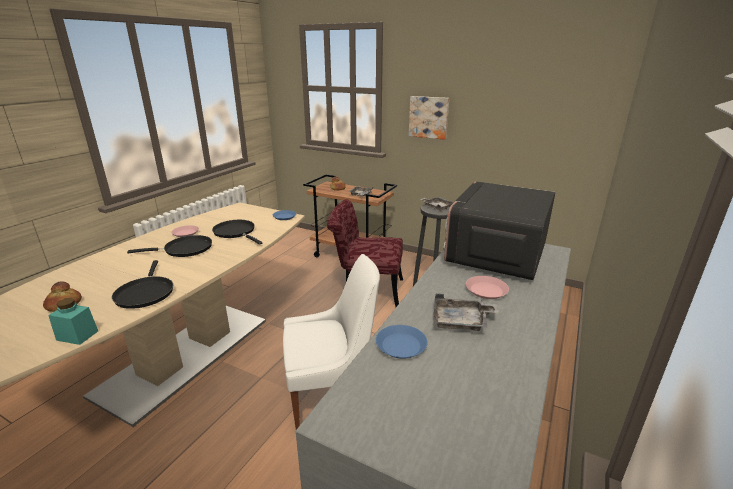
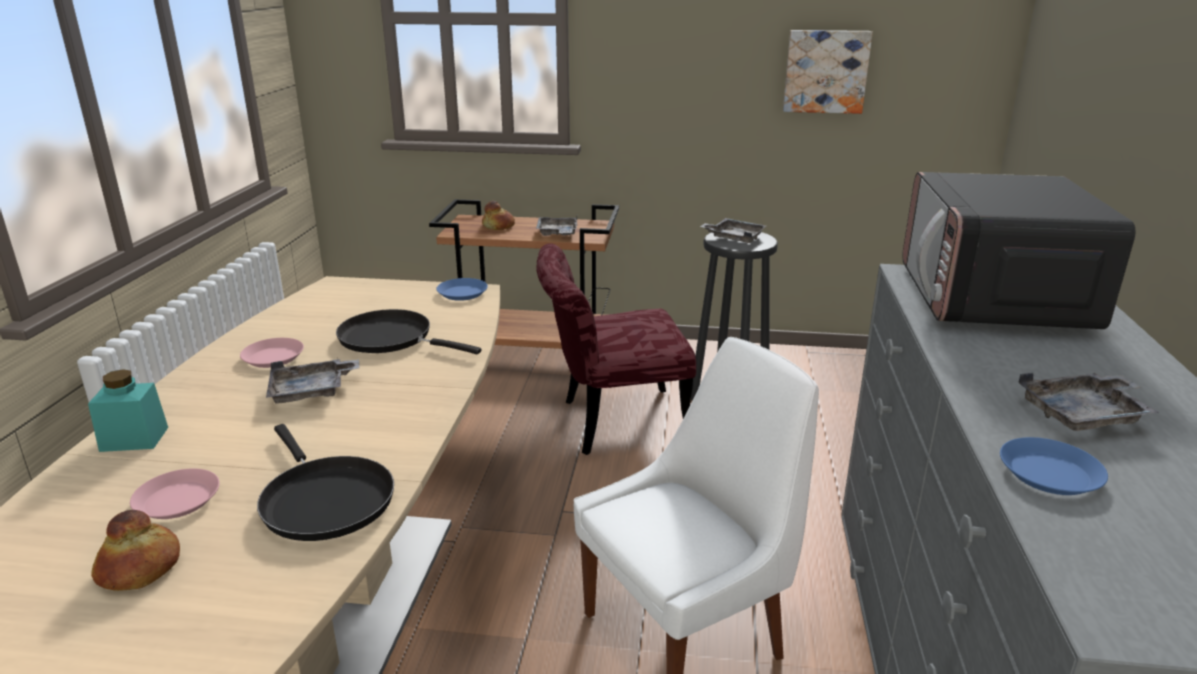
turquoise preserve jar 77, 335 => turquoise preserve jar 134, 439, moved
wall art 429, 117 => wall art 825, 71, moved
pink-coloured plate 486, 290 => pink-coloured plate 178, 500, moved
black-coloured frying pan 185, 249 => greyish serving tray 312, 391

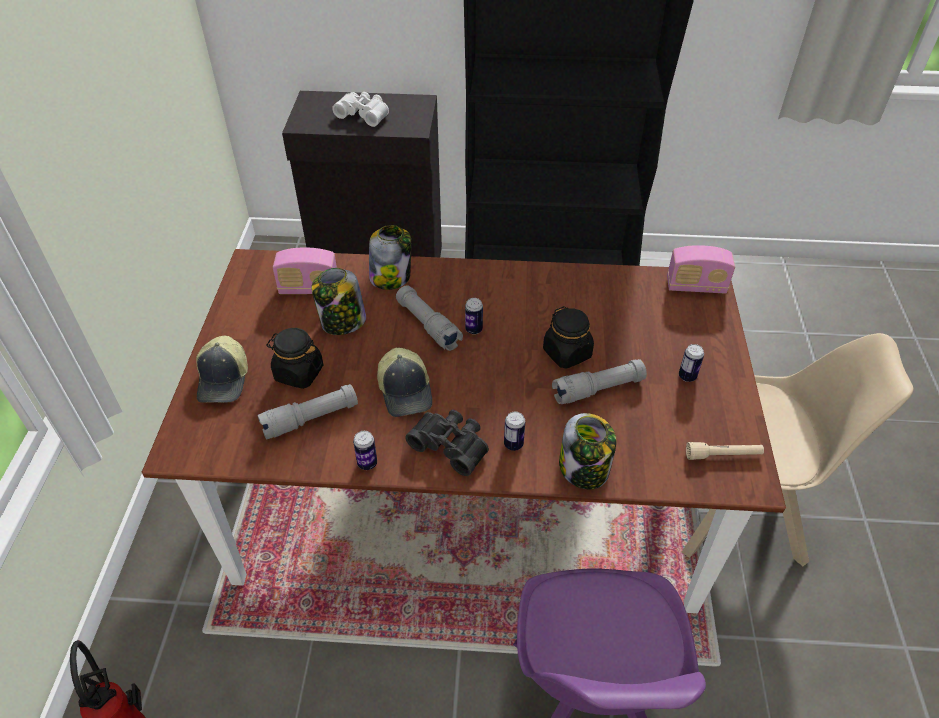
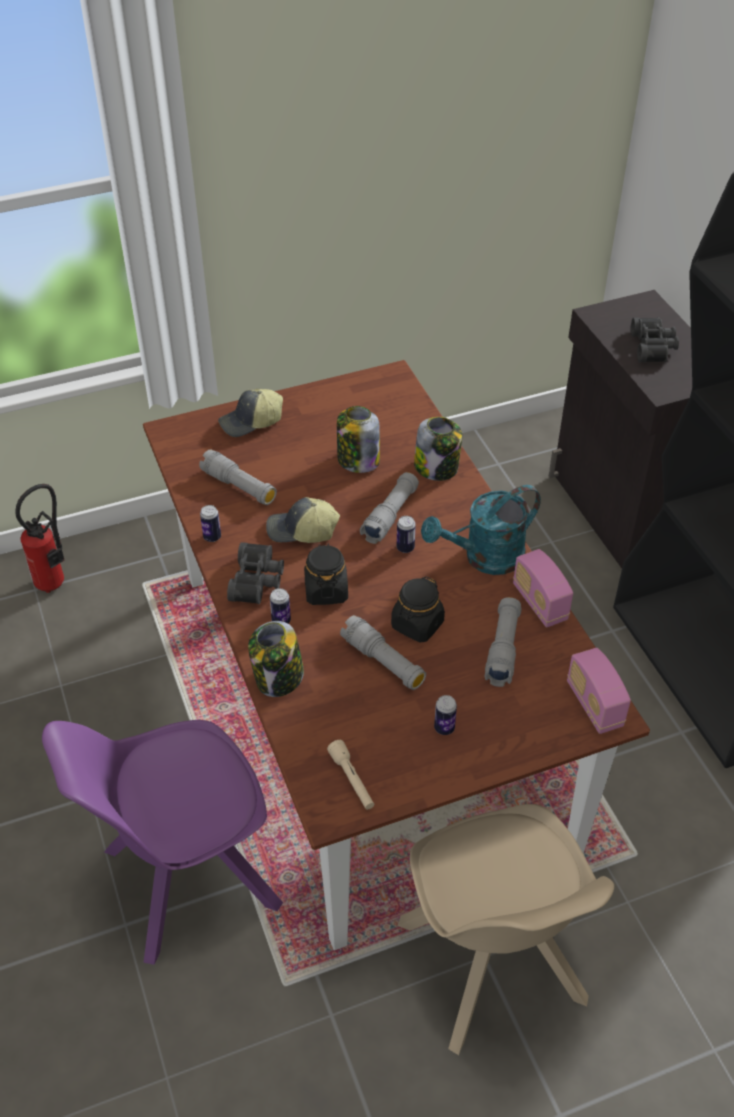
nothing => turquoise sprinkling can 484, 558
nothing => greyish torch 503, 649
black-coloured preserve jar 298, 373 => black-coloured preserve jar 326, 590, moved
radio receiver 309, 288 => radio receiver 539, 603, moved
whitish binoculars 364, 114 => black-coloured binoculars 654, 347
baseball cap 406, 391 => baseball cap 301, 531, 45 degrees clockwise

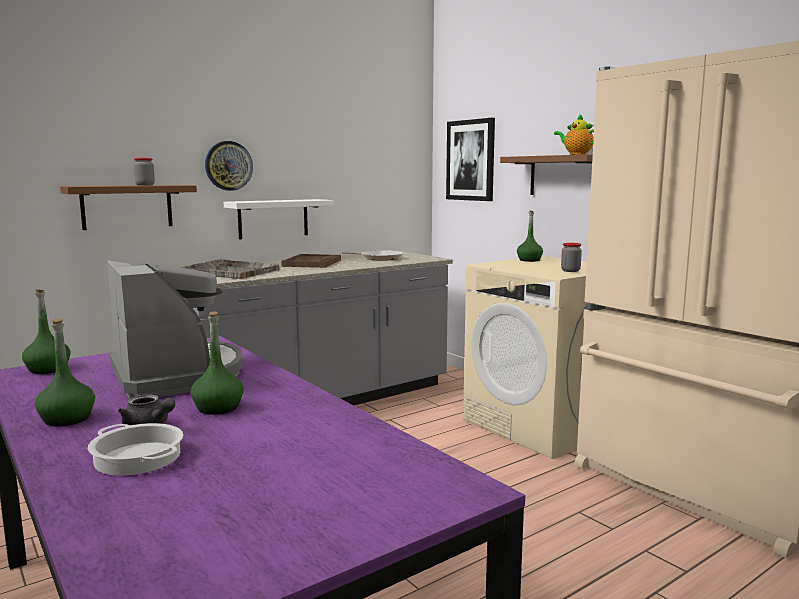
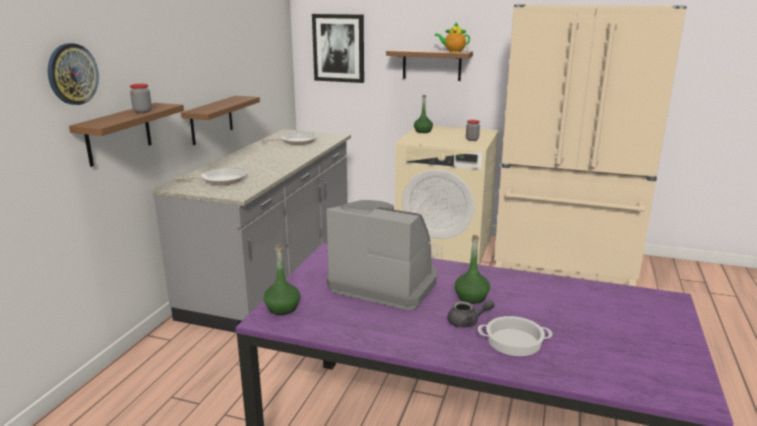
green-coloured drink bottle 67, 419 => nothing
brown-coloured serving tray 312, 263 => nothing
clock on the wall 228, 166 => clock on the wall 72, 74, moved
greyish serving tray 228, 271 => frying pan 220, 180
whitish wall shelf 273, 218 => brown-coloured wall shelf 211, 120

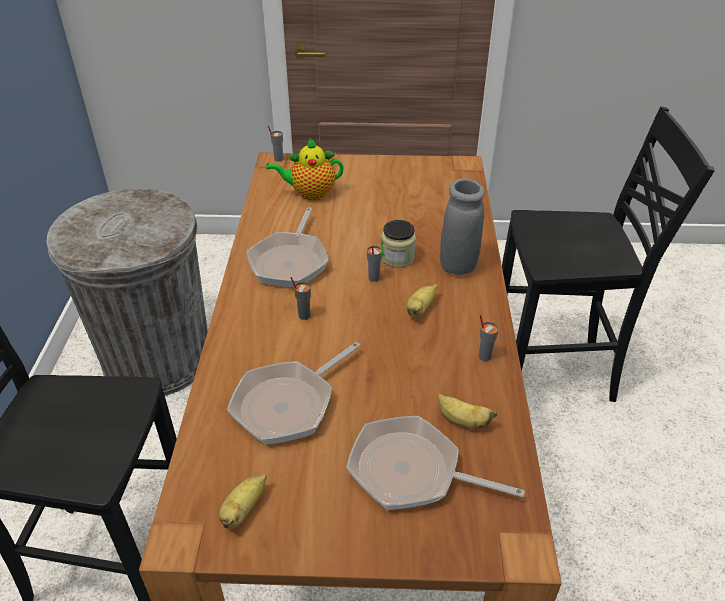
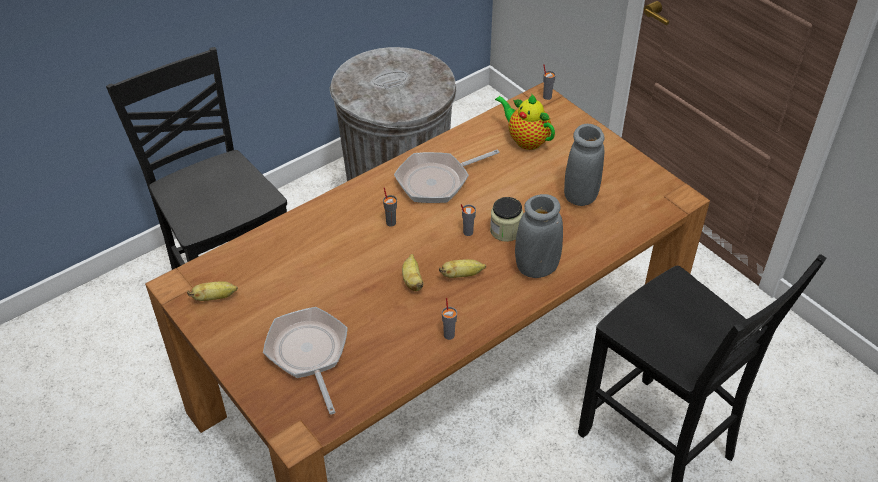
frying pan 289, 404 => nothing
nothing => greyish vase 581, 196
whole banana 462, 421 => whole banana 412, 281, moved

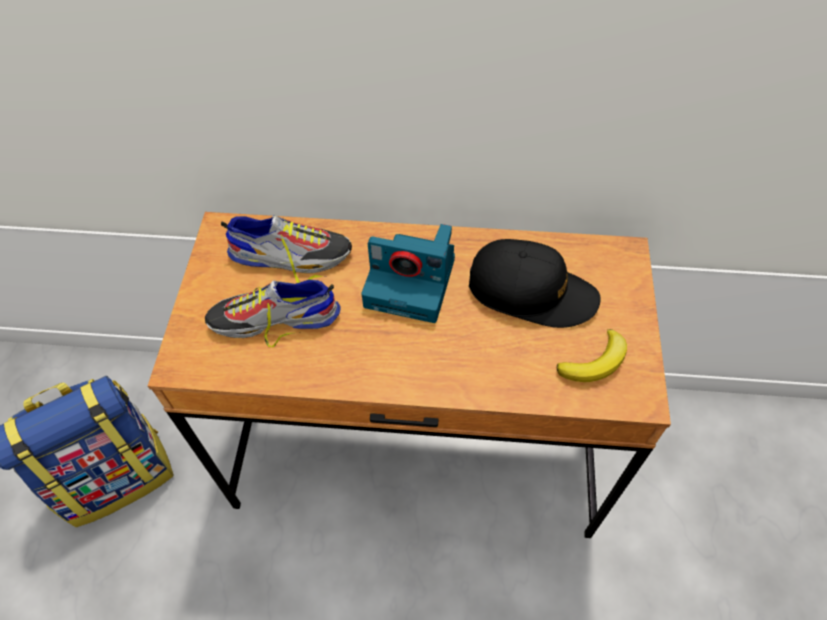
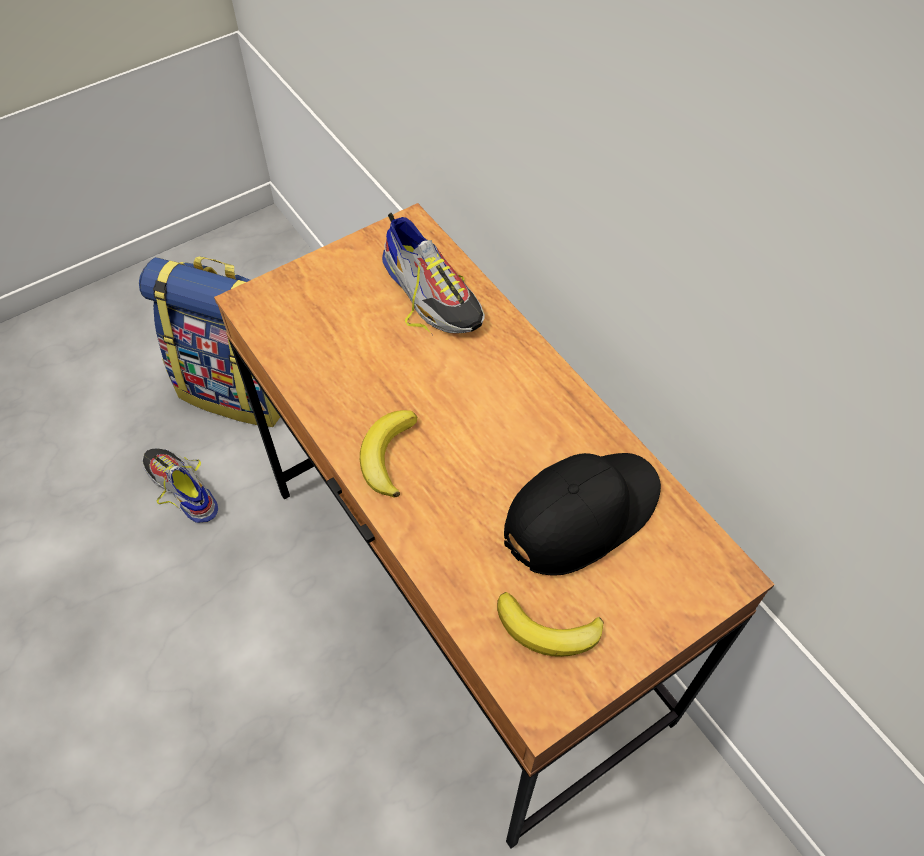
still camera 412, 282 => nothing
nothing => whole banana 387, 455
shoe 274, 318 => shoe 181, 487, moved
black-coloured baseball cap 531, 291 => black-coloured baseball cap 581, 514, 105 degrees counterclockwise

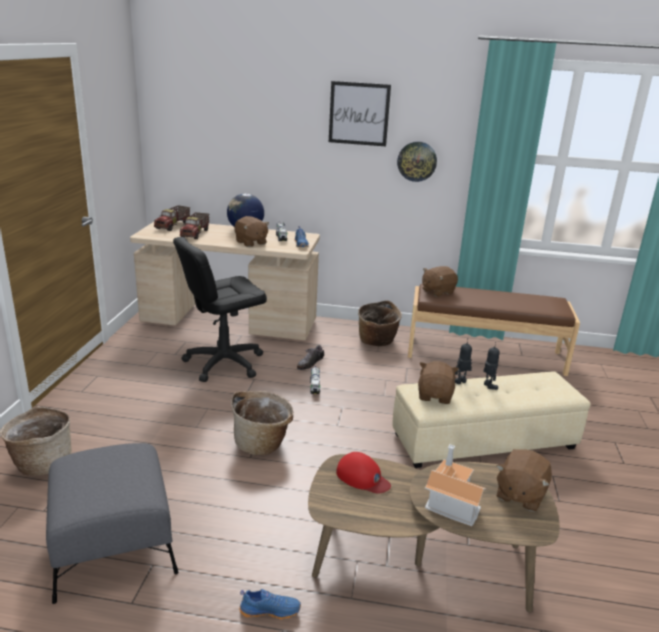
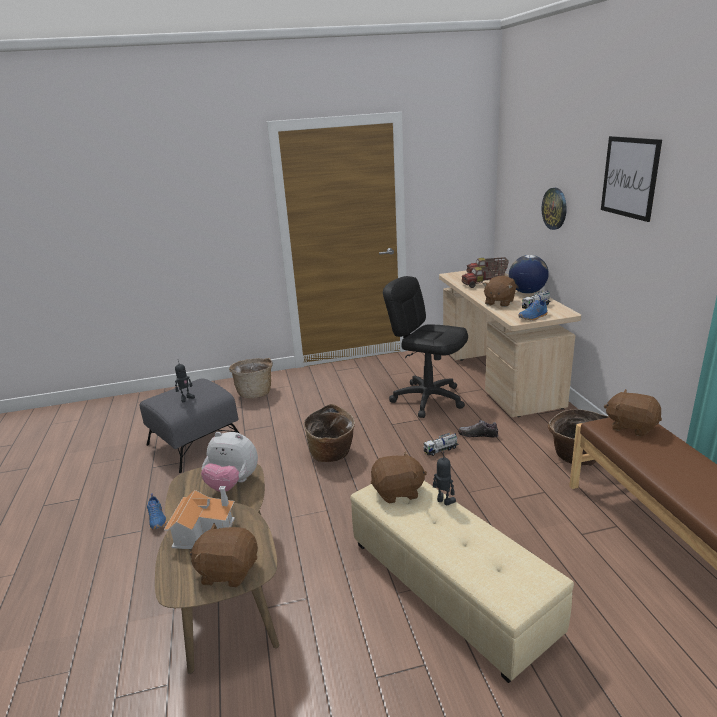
clock on the wall 417, 161 => clock on the wall 555, 208, moved
model robot 488, 386 => model robot 186, 398, moved
reddish baseball cap 362, 477 => cuddly toy 232, 484

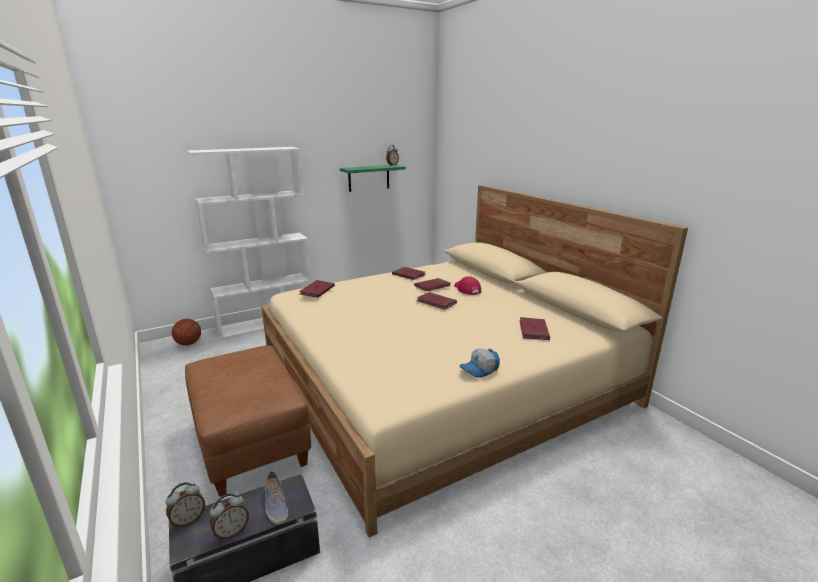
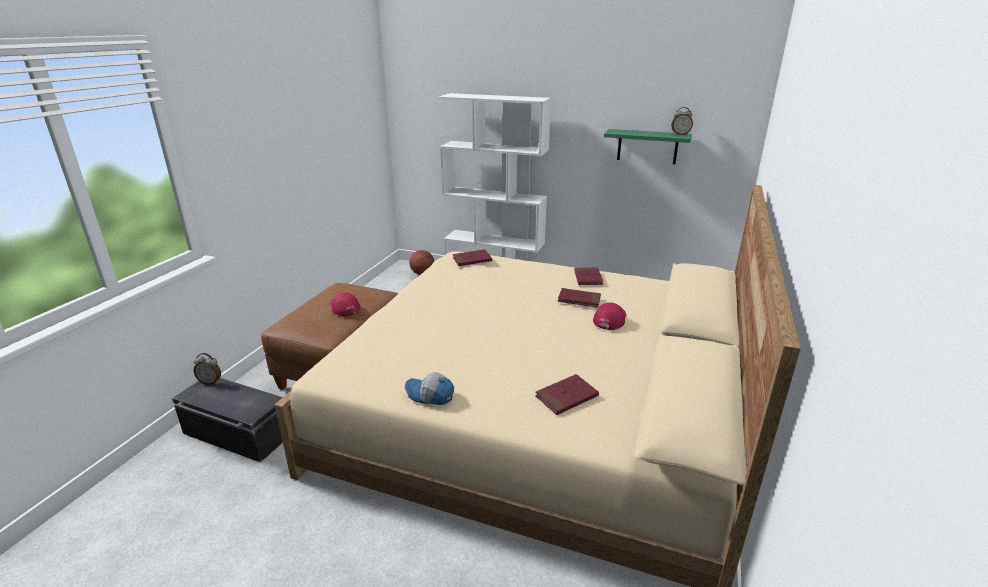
table clock 231, 532 => nothing
shoe 275, 504 => nothing
reddish volume 436, 302 => nothing
nothing => reddish baseball cap 344, 307

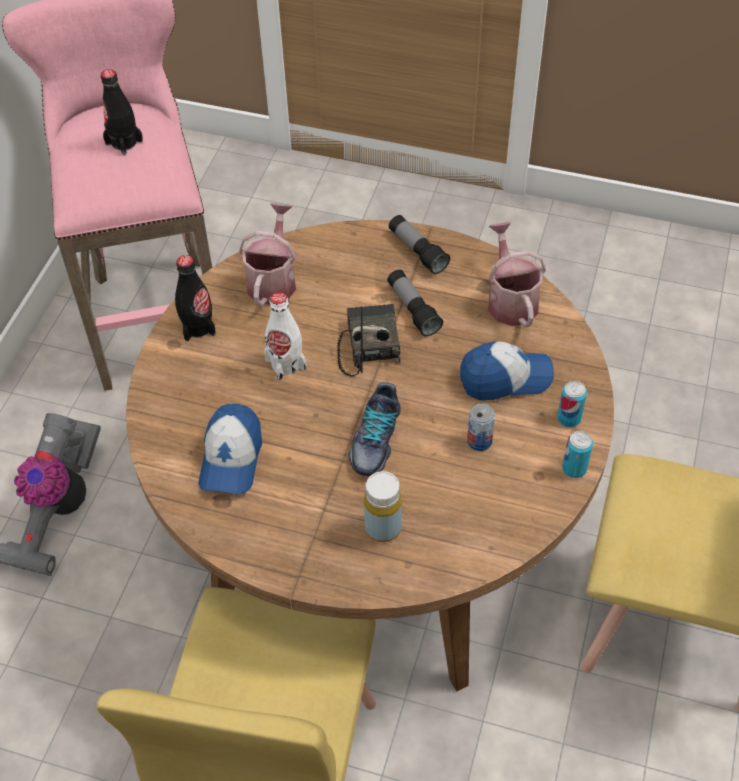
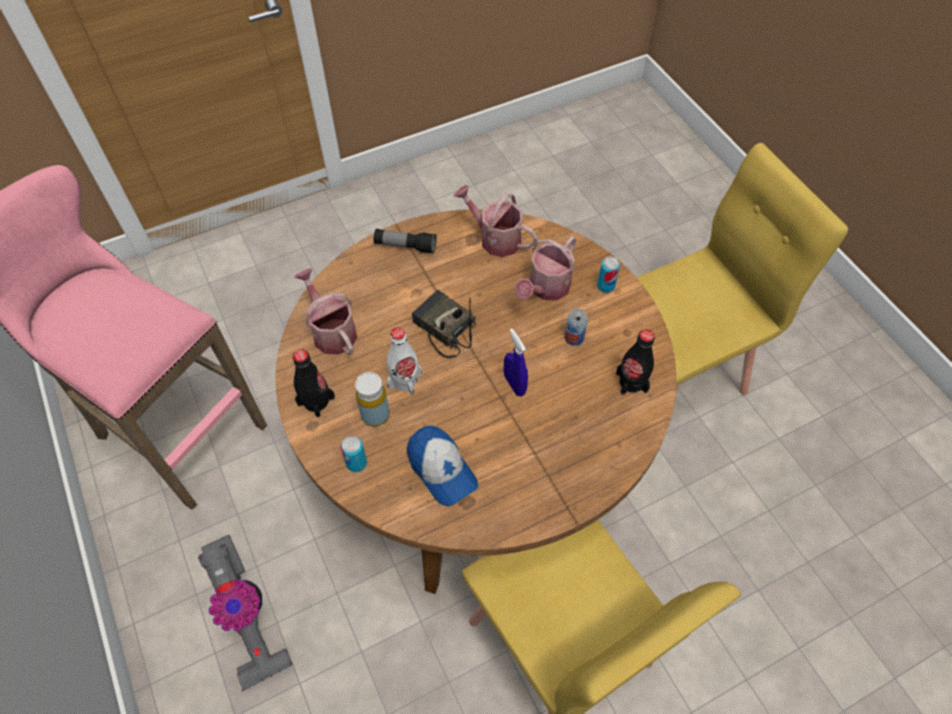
torch 413, 309 => nothing
black-coloured drink bottle 124, 142 => black-coloured drink bottle 631, 382, moved
yellow-coloured drink bottle 383, 528 => yellow-coloured drink bottle 375, 415, moved
can 574, 469 => can 356, 463, moved
shoe 374, 439 => blue spray bottle 514, 384
baseball cap 505, 378 => sprinkling can 545, 288

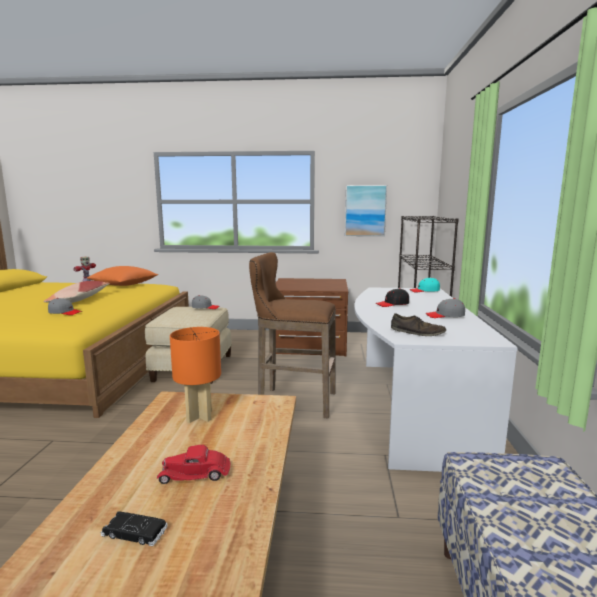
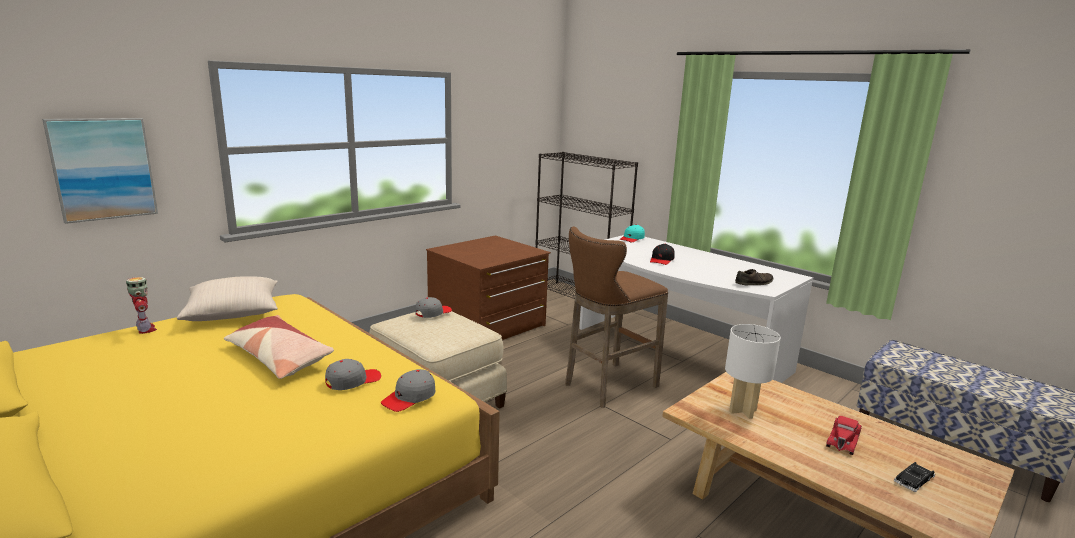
wall art 365, 210 => wall art 103, 169, moved
greyish baseball cap 445, 315 => greyish baseball cap 409, 398, moved
orange-coloured cushion 124, 285 => beige cushion 233, 313
orange-coloured tabletop lamp 198, 416 => whitish tabletop lamp 742, 411

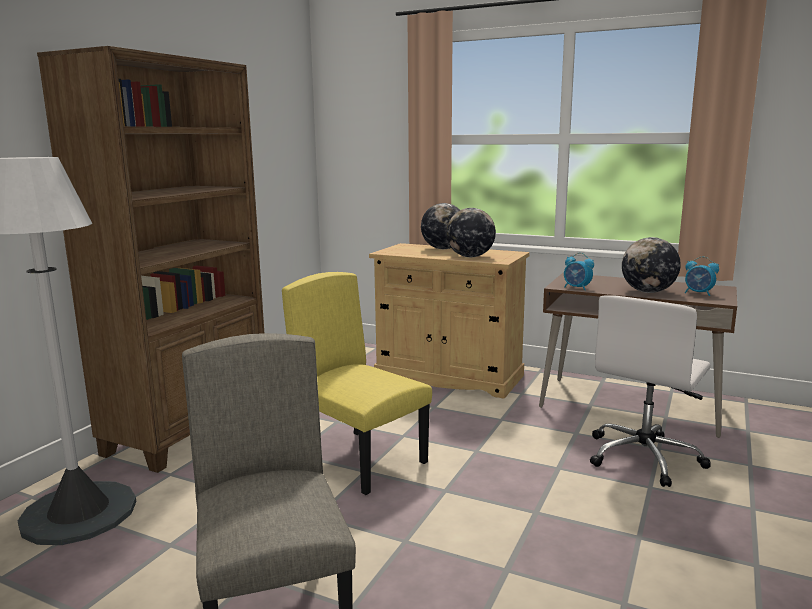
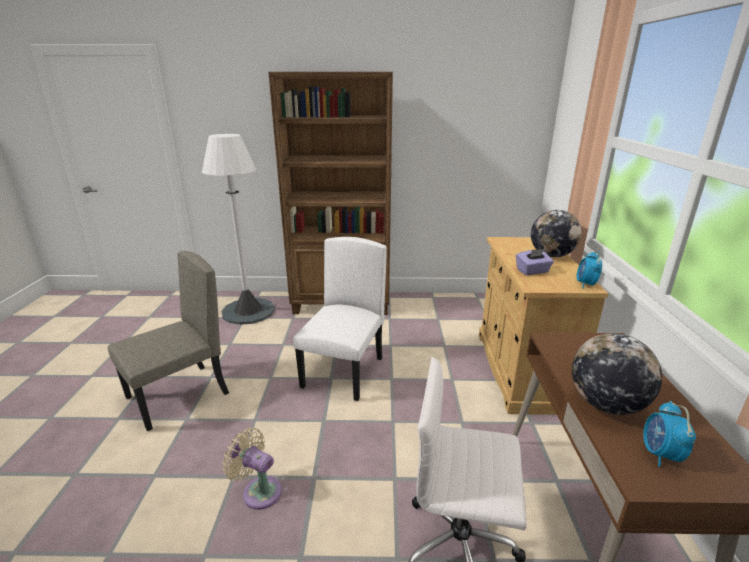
nothing => beige electric fan 259, 490
table clock 577, 288 => table clock 585, 284, moved
world globe 470, 257 => purple tissue holder 532, 271
yellow-coloured chair 362, 460 => whitish chair 344, 372

